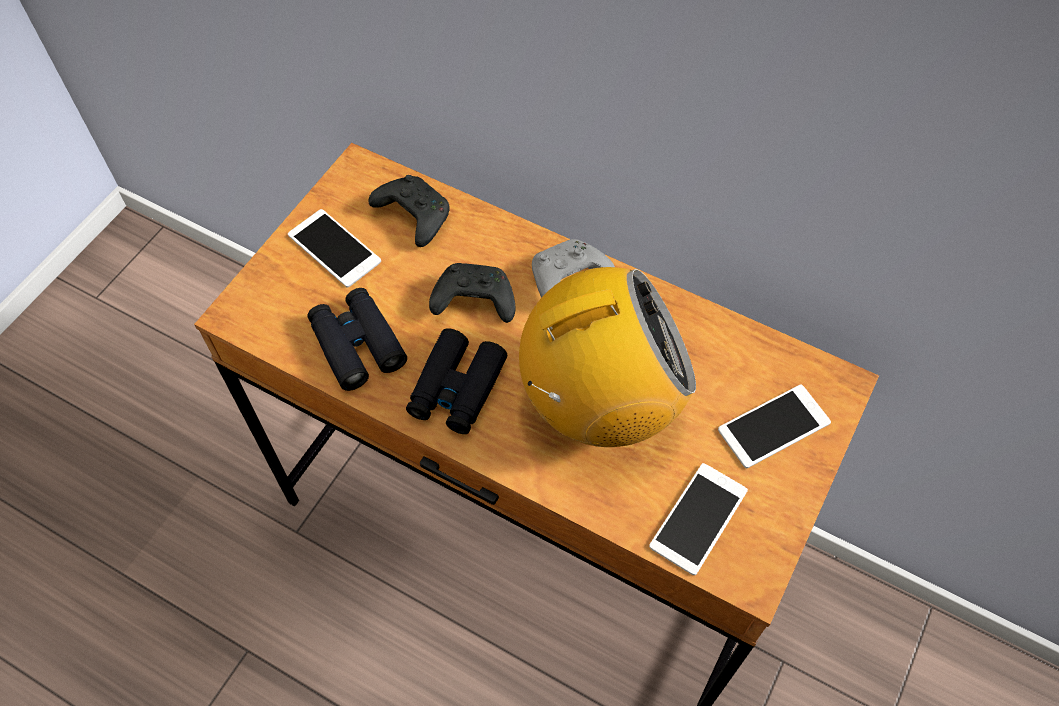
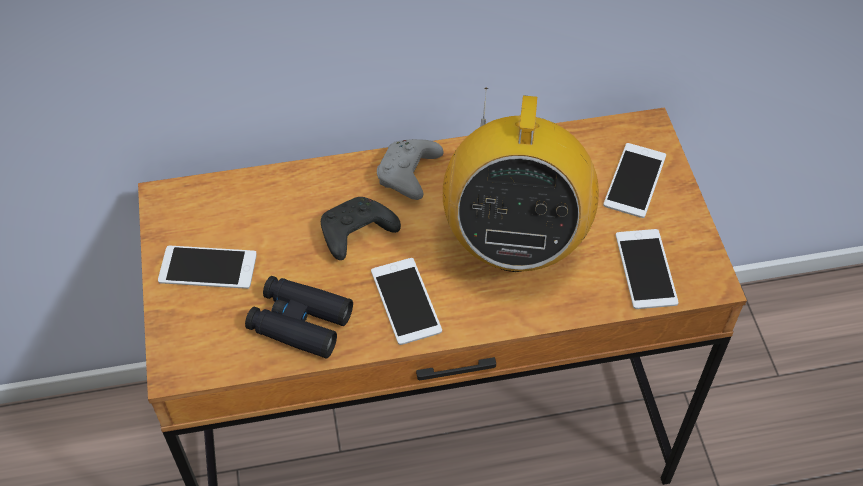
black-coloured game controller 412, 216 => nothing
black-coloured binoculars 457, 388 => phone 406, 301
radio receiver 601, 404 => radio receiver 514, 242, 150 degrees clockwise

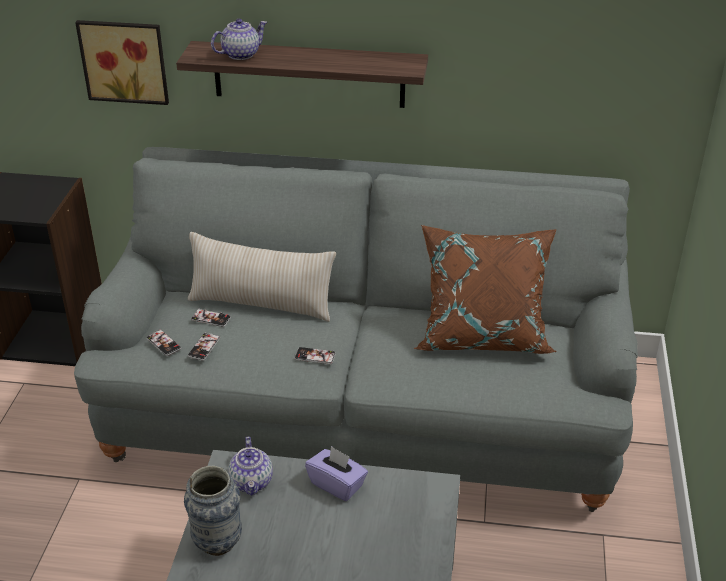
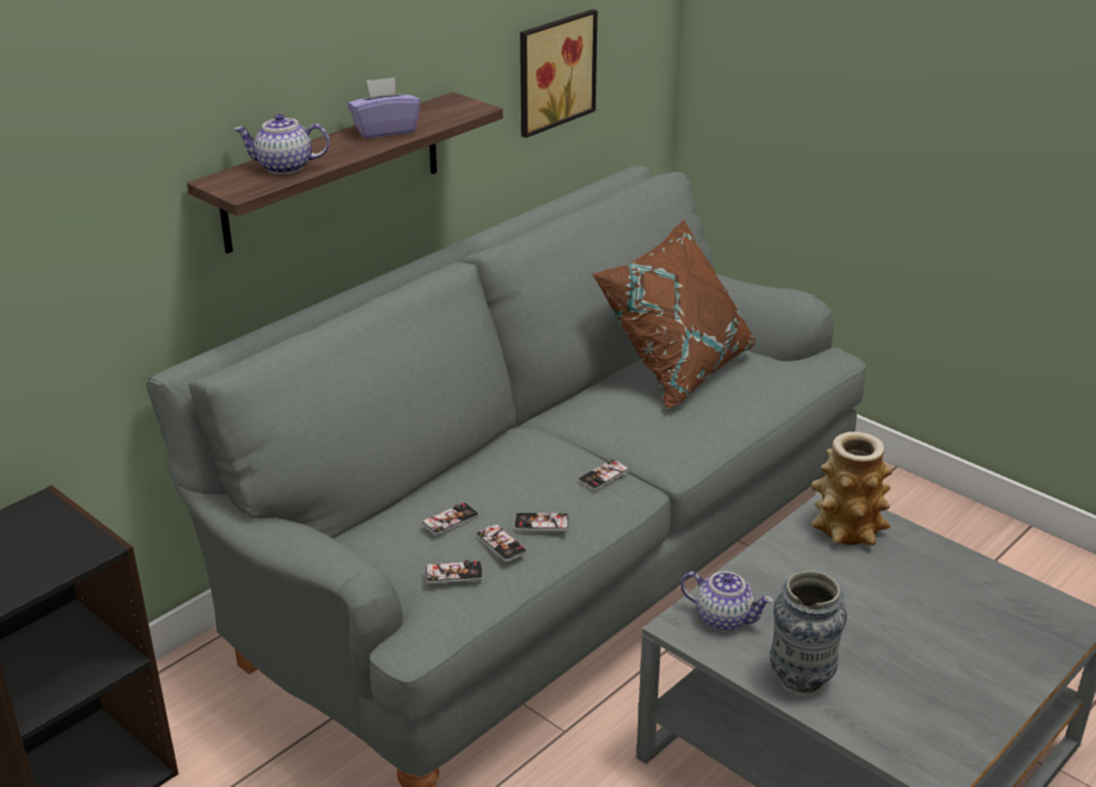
beige cushion 261, 304 => nothing
nothing => phone 541, 523
nothing => vase 847, 528
wall art 125, 60 => wall art 553, 71, moved
purple tissue holder 337, 484 => purple tissue holder 385, 130, moved
tea pot 241, 54 => tea pot 284, 167, 90 degrees counterclockwise

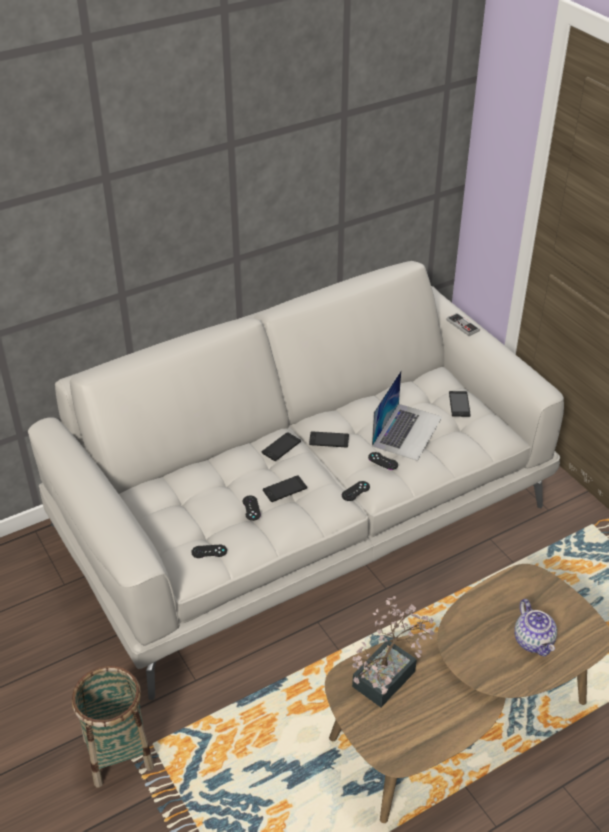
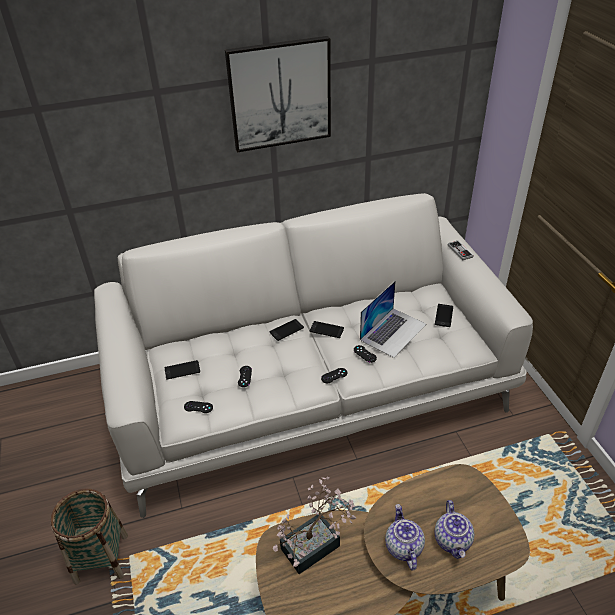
nothing => wall art 280, 94
nothing => tea pot 403, 547
phone 285, 489 => phone 182, 370, moved

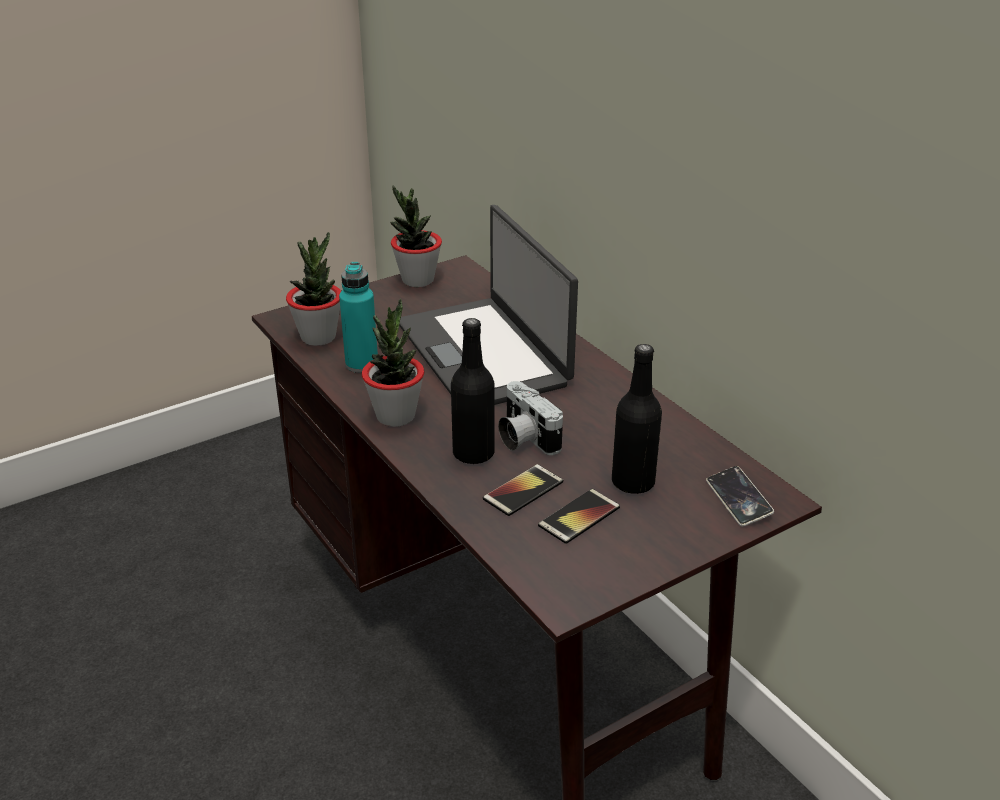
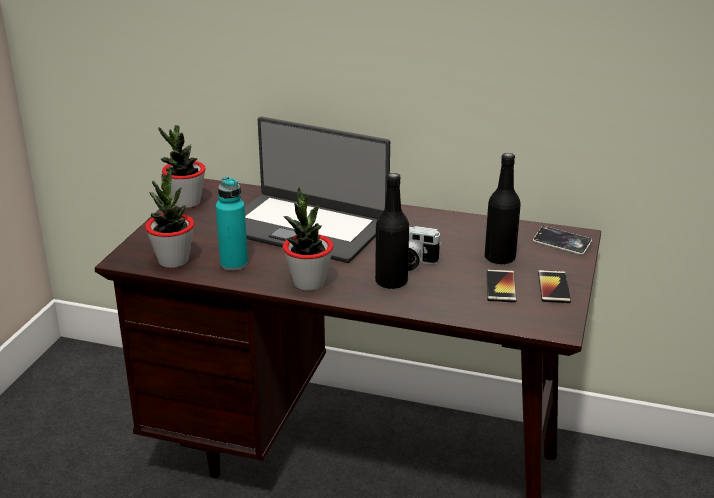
phone 523, 491 => phone 553, 287, moved

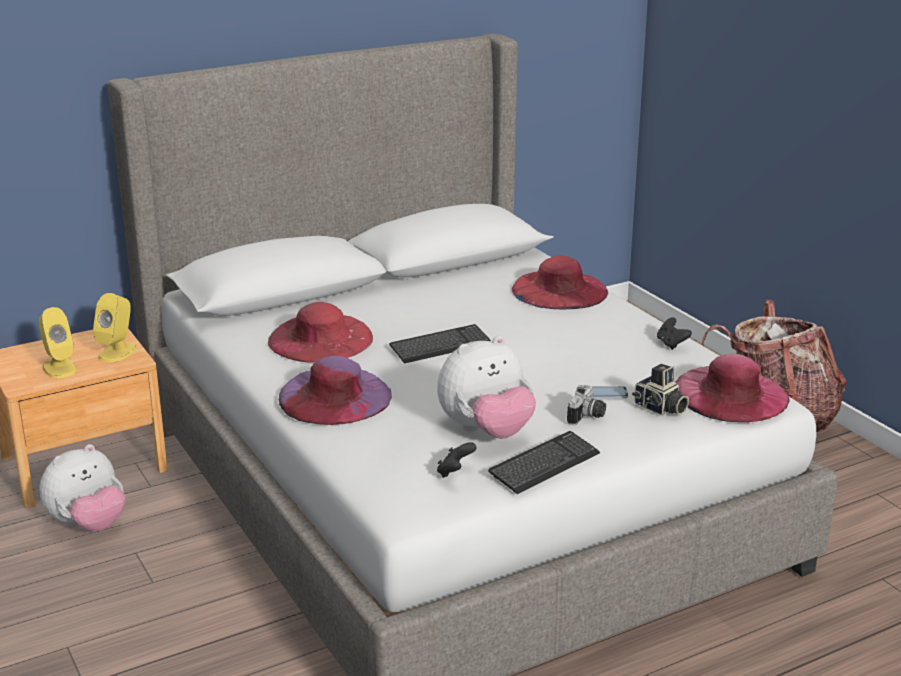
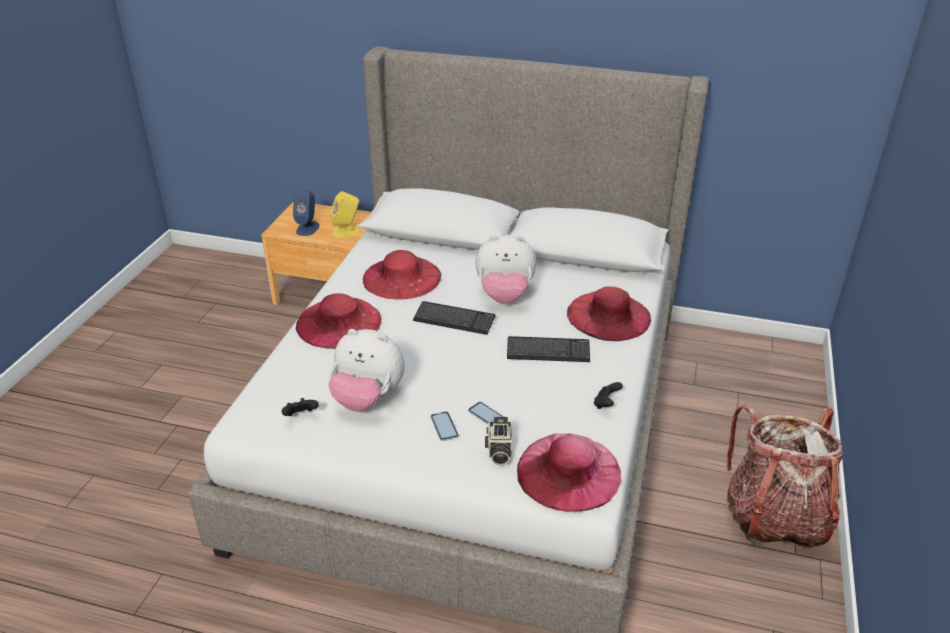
cuddly toy 88, 525 => cuddly toy 505, 296, moved
PC keyboard 544, 464 => PC keyboard 548, 351, moved
still camera 588, 417 => phone 444, 427
yellow-coloured loudspeaker 59, 368 => blue loudspeaker 307, 228
purple wearable hat 334, 396 => reddish wearable hat 339, 323

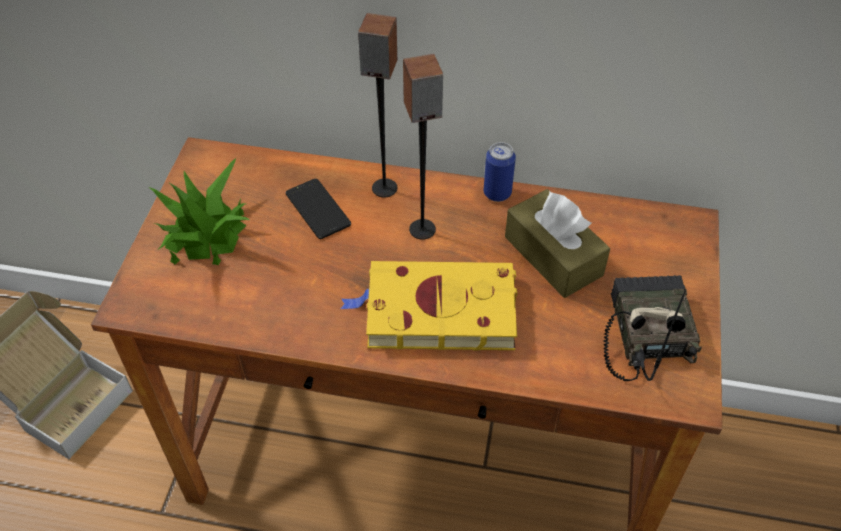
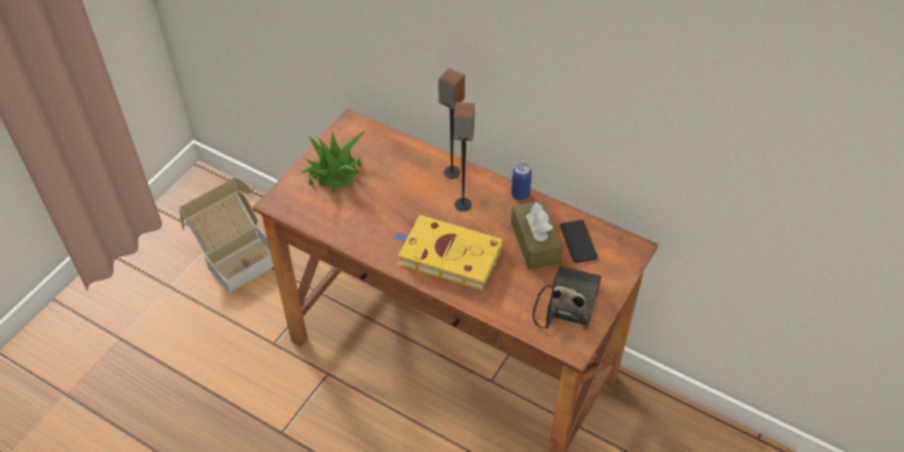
phone 318, 209 => phone 578, 241, moved

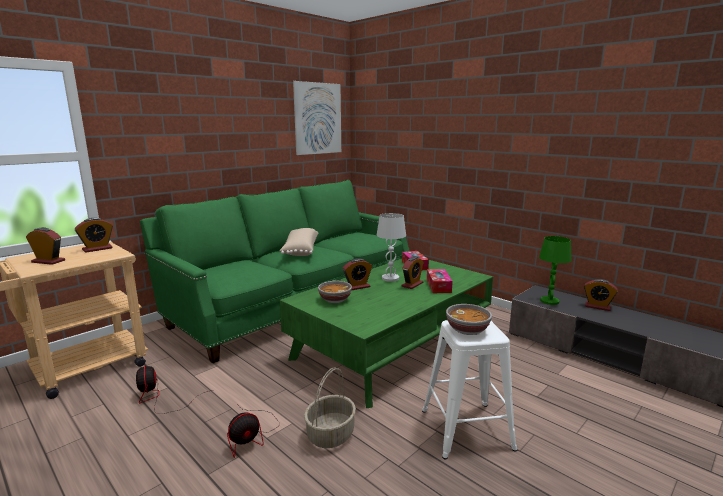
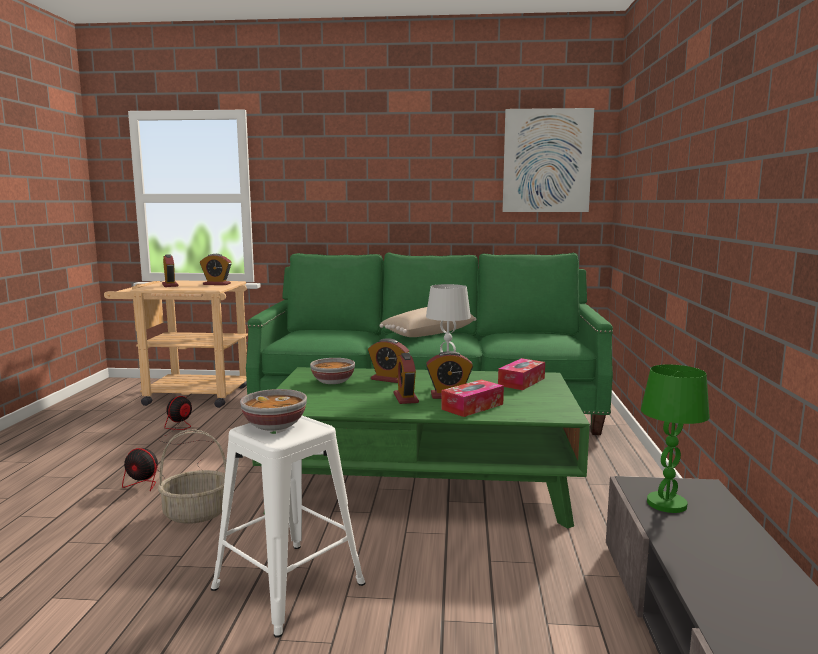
table clock 597, 306 => table clock 405, 398, moved

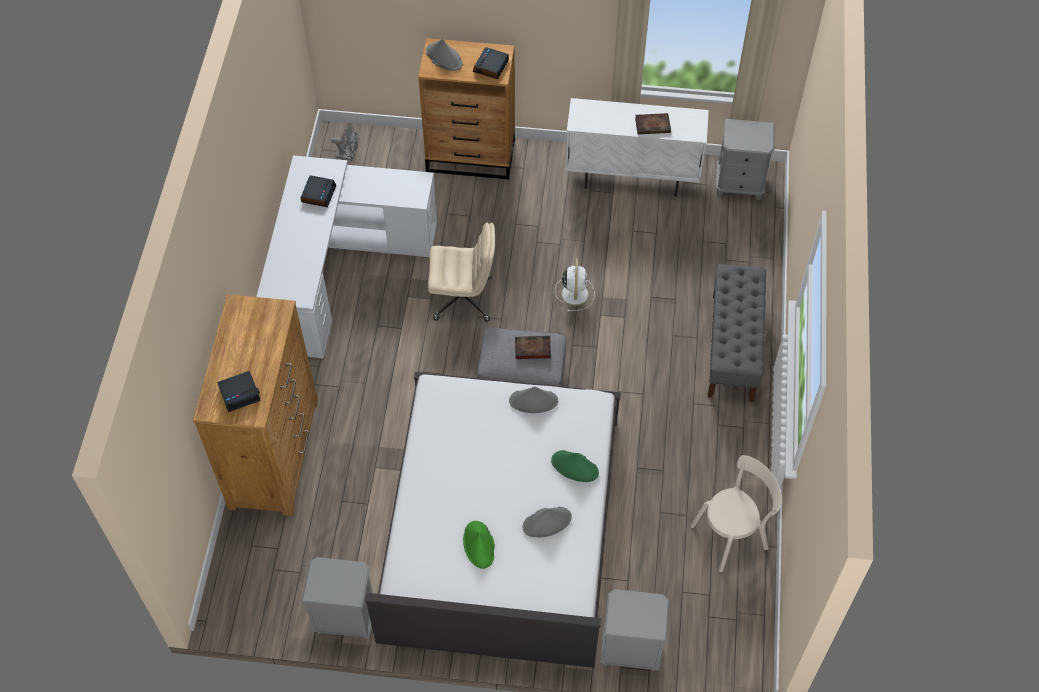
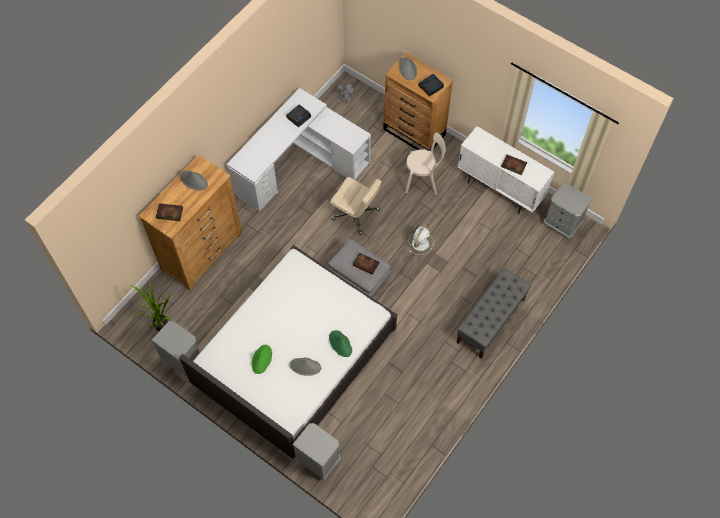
nothing => potted plant 160, 324
greyish wearable hat 533, 401 => greyish wearable hat 194, 180, moved
beige chair 732, 535 => beige chair 423, 180, moved
table clock 240, 393 => volume 170, 213

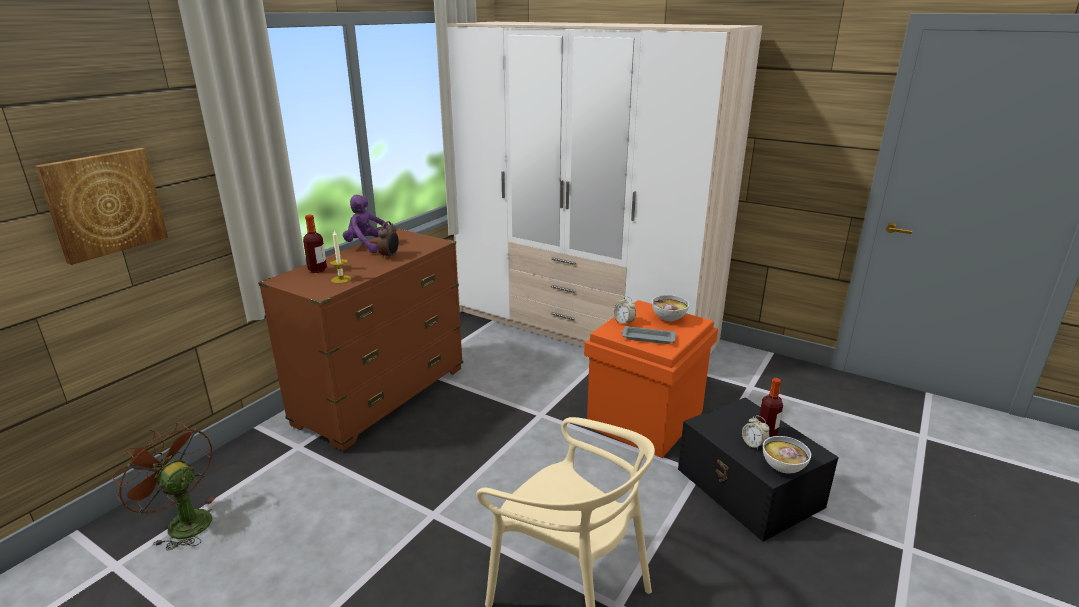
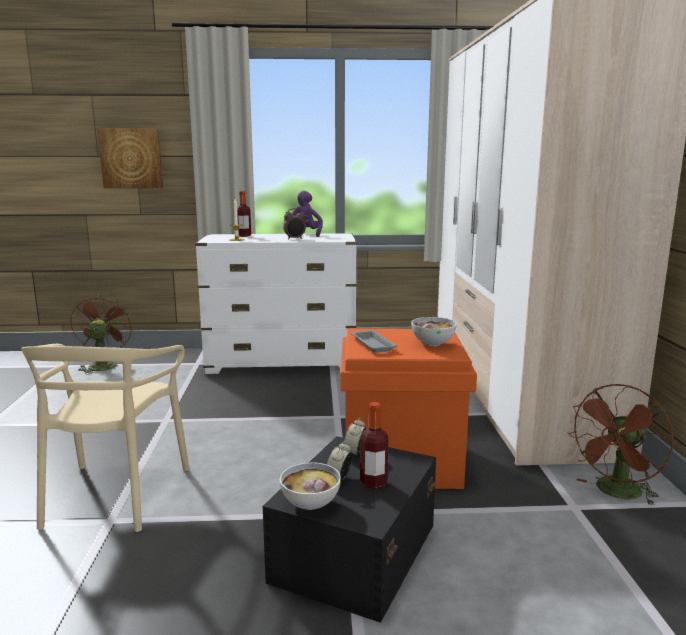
nothing => brown-coloured electric fan 616, 493
table clock 624, 322 => table clock 354, 453, moved
brown-coloured chest of drawers 382, 396 => whitish chest of drawers 282, 363

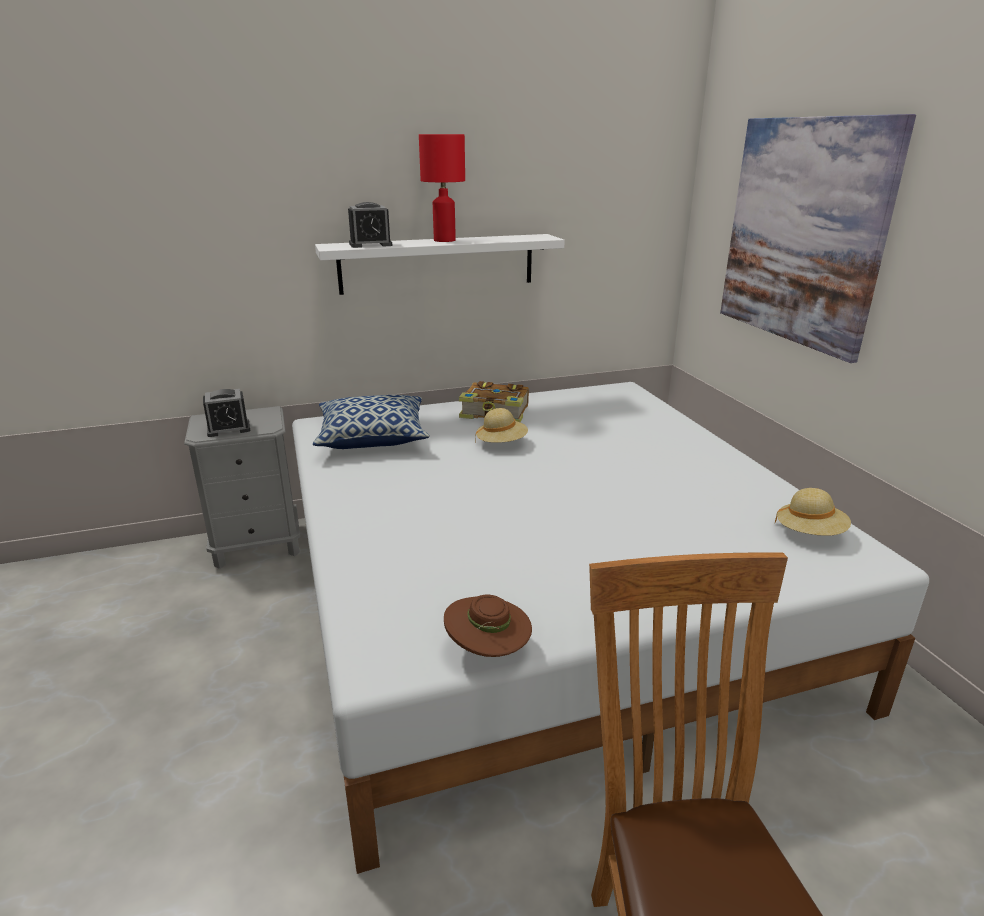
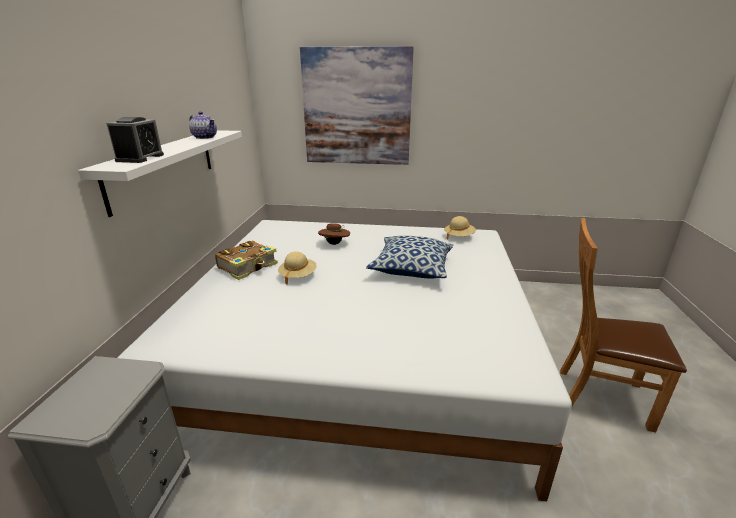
table clock 228, 429 => nothing
reddish tabletop lamp 444, 240 => nothing
nothing => tea pot 205, 137
cushion 373, 438 => cushion 411, 268, moved
brown-coloured wearable hat 488, 650 => brown-coloured wearable hat 334, 244, moved

